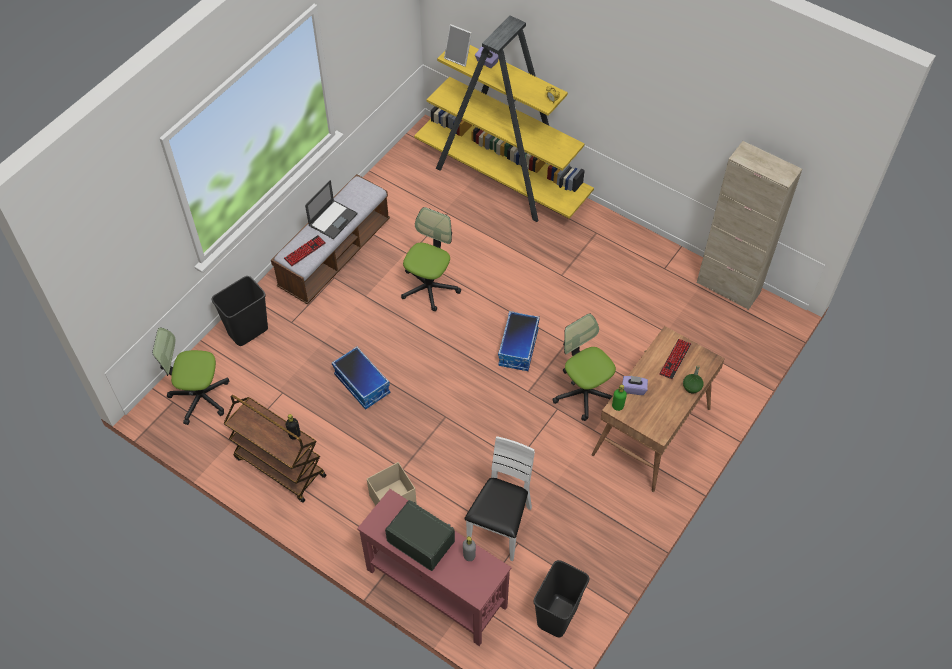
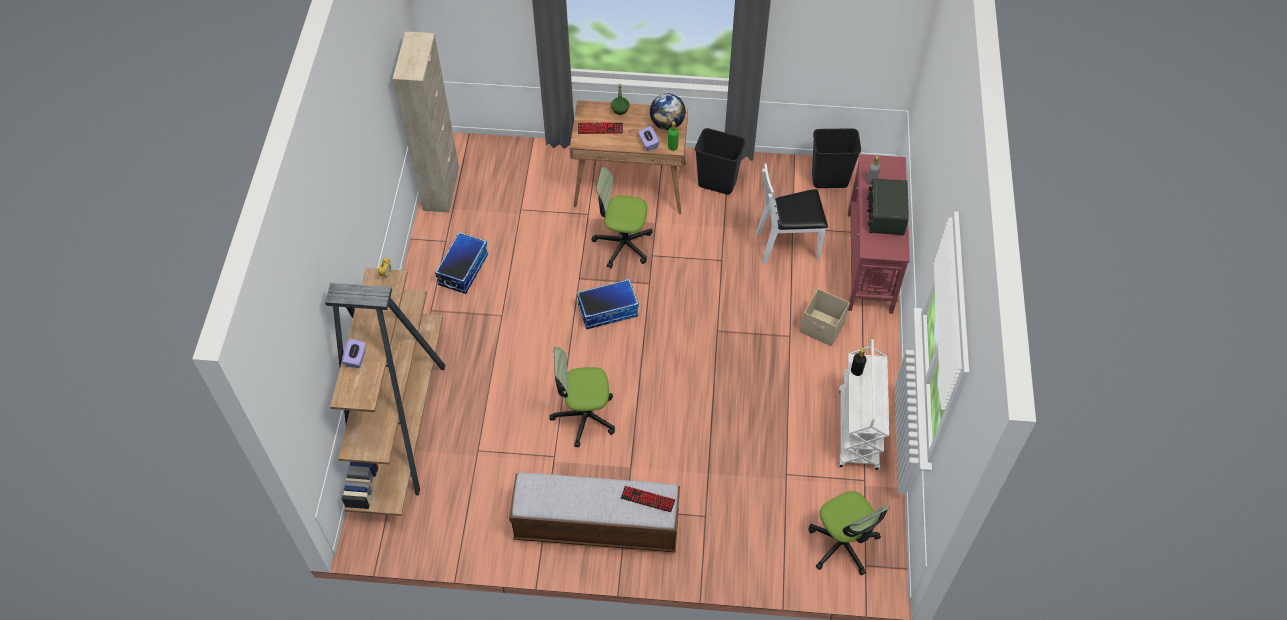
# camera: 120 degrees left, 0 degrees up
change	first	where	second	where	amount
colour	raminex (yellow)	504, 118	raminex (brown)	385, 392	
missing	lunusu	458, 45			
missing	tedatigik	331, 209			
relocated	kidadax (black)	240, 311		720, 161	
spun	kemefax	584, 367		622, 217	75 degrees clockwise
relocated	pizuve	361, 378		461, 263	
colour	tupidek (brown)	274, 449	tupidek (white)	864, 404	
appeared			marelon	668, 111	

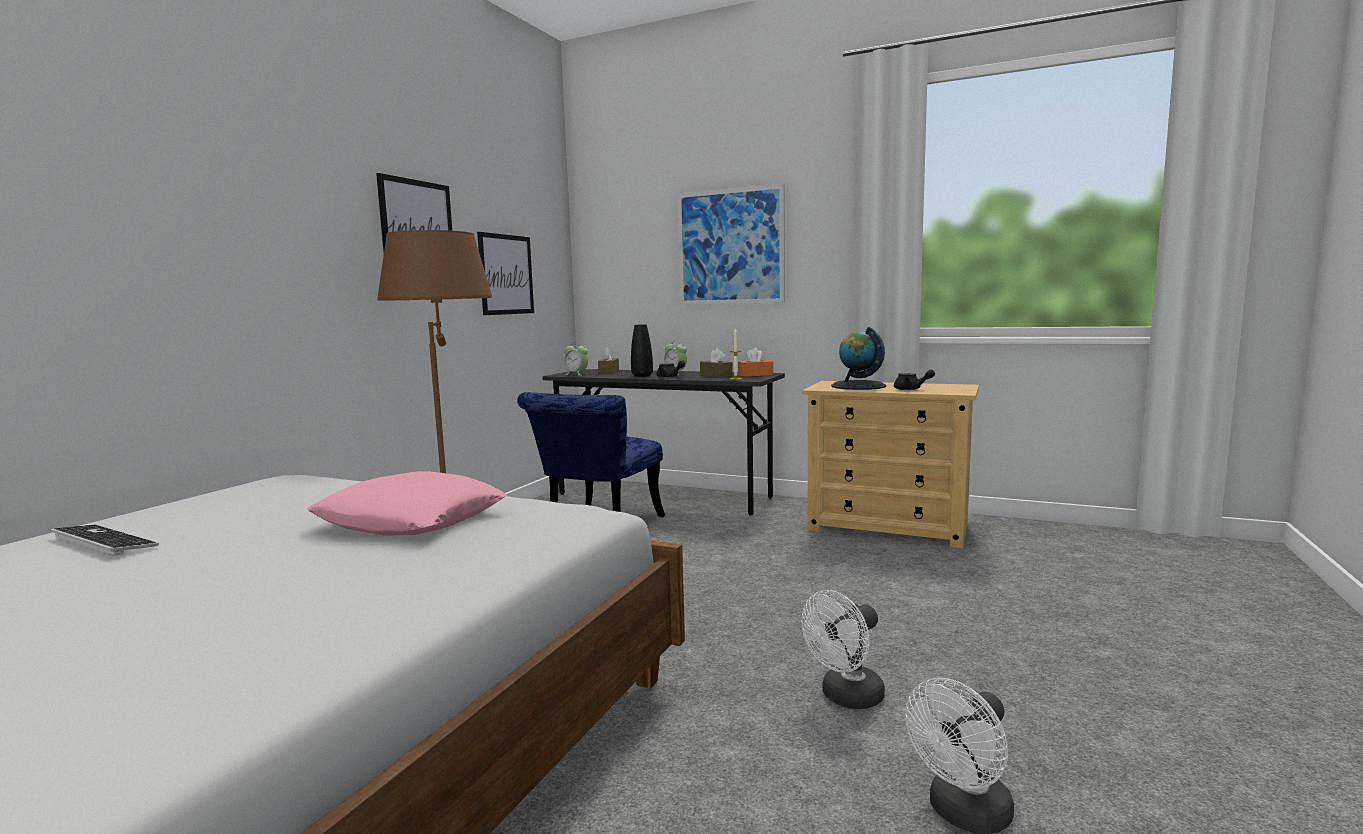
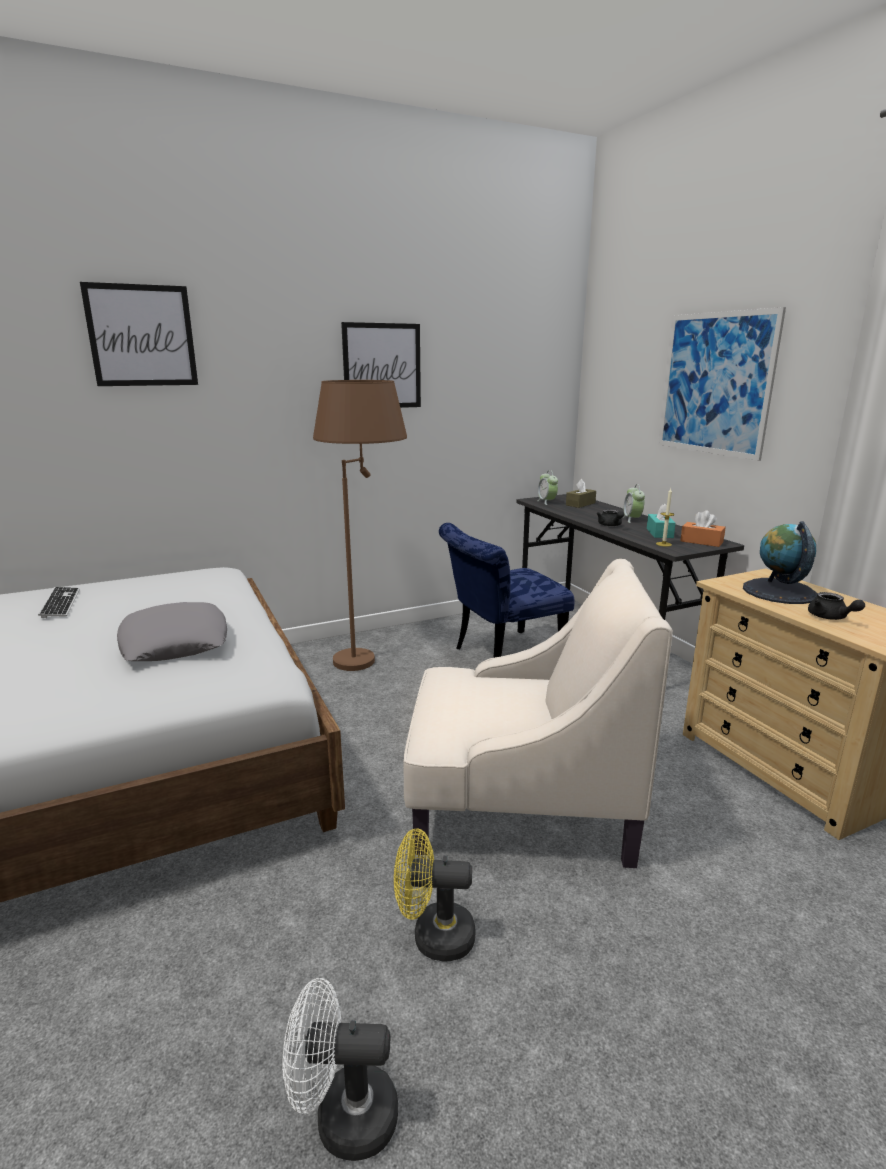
# camera: 40 degrees right, 10 degrees up
change	first	where	second	where	amount
relocated	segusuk	505, 273		139, 334	
missing	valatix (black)	642, 350			
colour	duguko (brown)	716, 363	duguko (turquoise)	661, 521	
colour	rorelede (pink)	407, 503	rorelede (grey)	172, 631	
colour	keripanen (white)	843, 649	keripanen (yellow)	434, 894	
appeared			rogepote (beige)	538, 713	

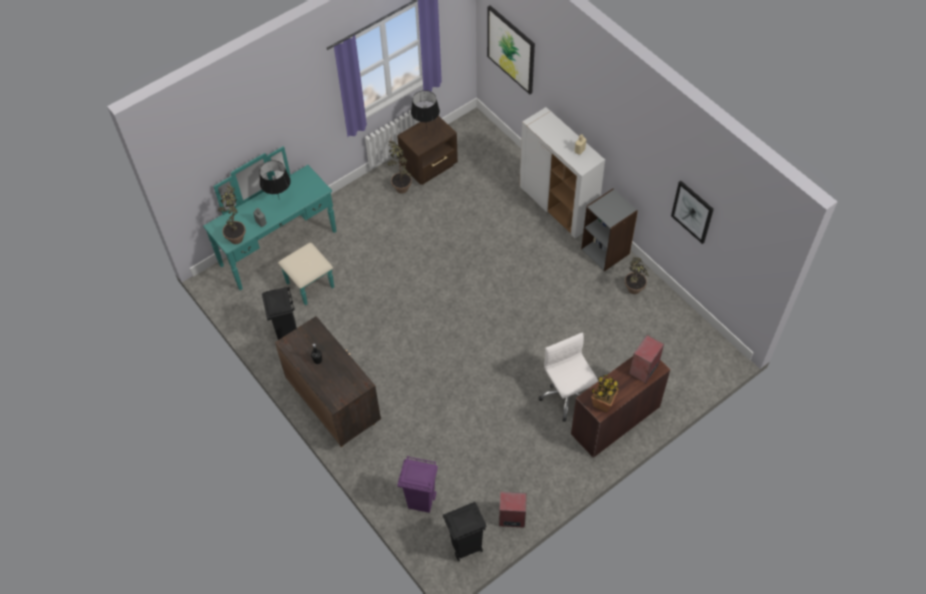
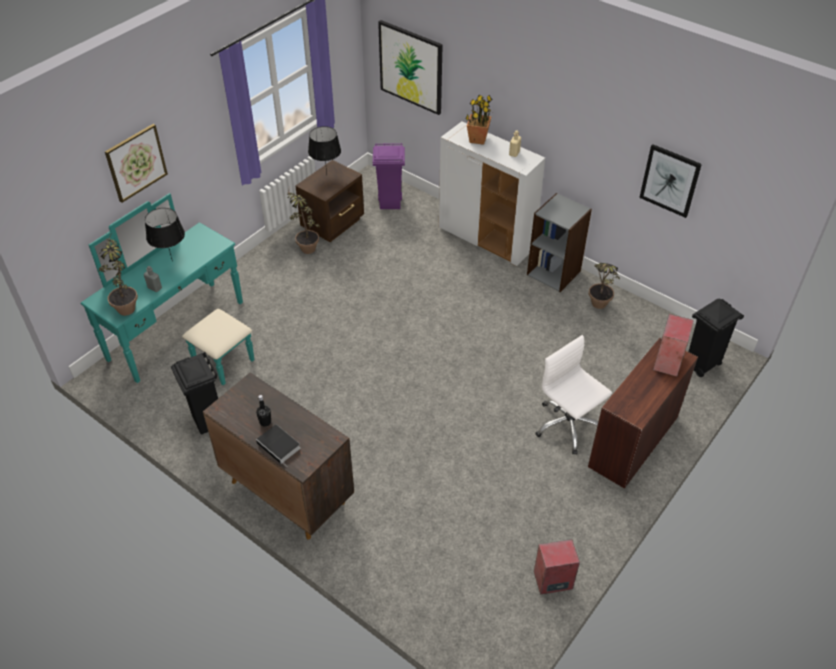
# camera: 15 degrees left, 10 degrees down
change	first	where	second	where	amount
relocated	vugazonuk	605, 393		479, 120	
relocated	kidadax (purple)	417, 484		389, 176	
relocated	kidadax (black)	465, 531		716, 338	
appeared			segusuk	136, 163	
appeared			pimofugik	278, 445	

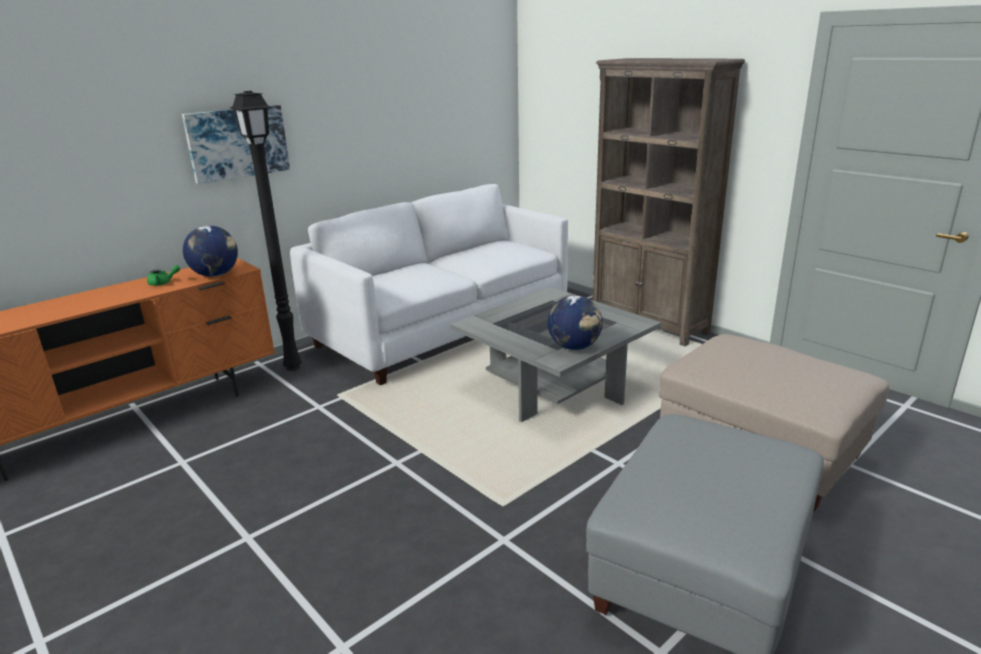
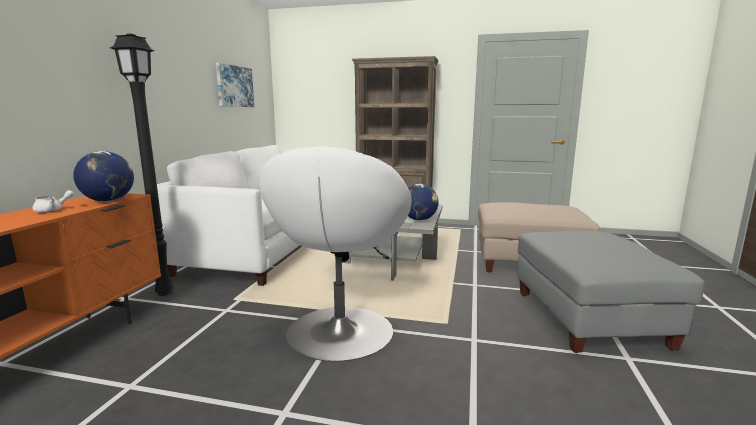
# camera: 35 degrees left, 10 degrees down
change	first	where	second	where	amount
relocated	segusuk	236, 144		235, 85	
colour	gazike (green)	163, 275	gazike (white)	53, 201	
appeared			rogepote (white)	335, 254	

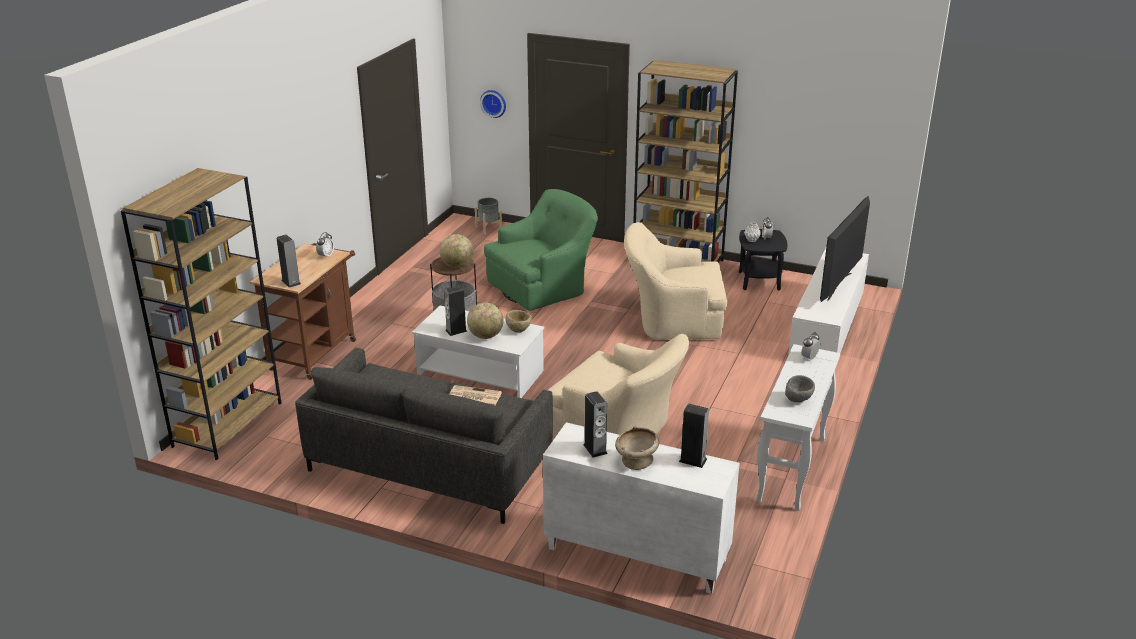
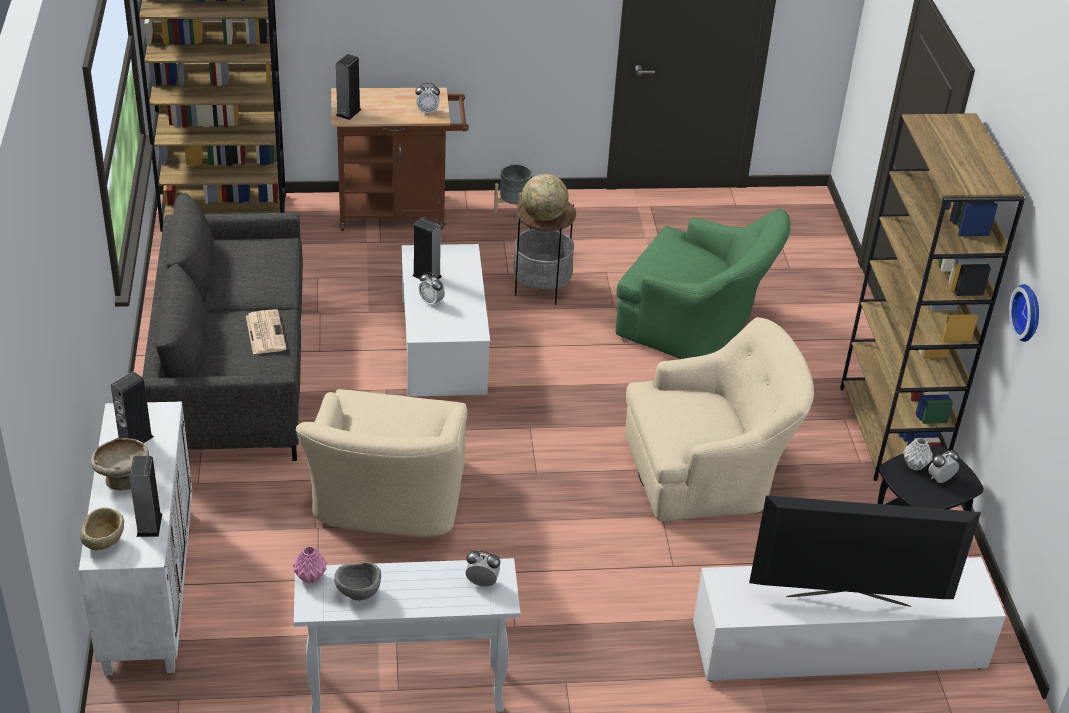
# camera: 60 degrees right, 10 degrees up
change	first	where	second	where	amount
relocated	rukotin	493, 104		1024, 313	
relocated	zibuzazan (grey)	488, 216		513, 193	
spun	rogepote (beige)	675, 280		719, 419	105 degrees clockwise
exchanged	marelon	485, 320	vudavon	432, 289	
relocated	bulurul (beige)	518, 321		102, 528	
appeared			valatix (pink)	310, 565	

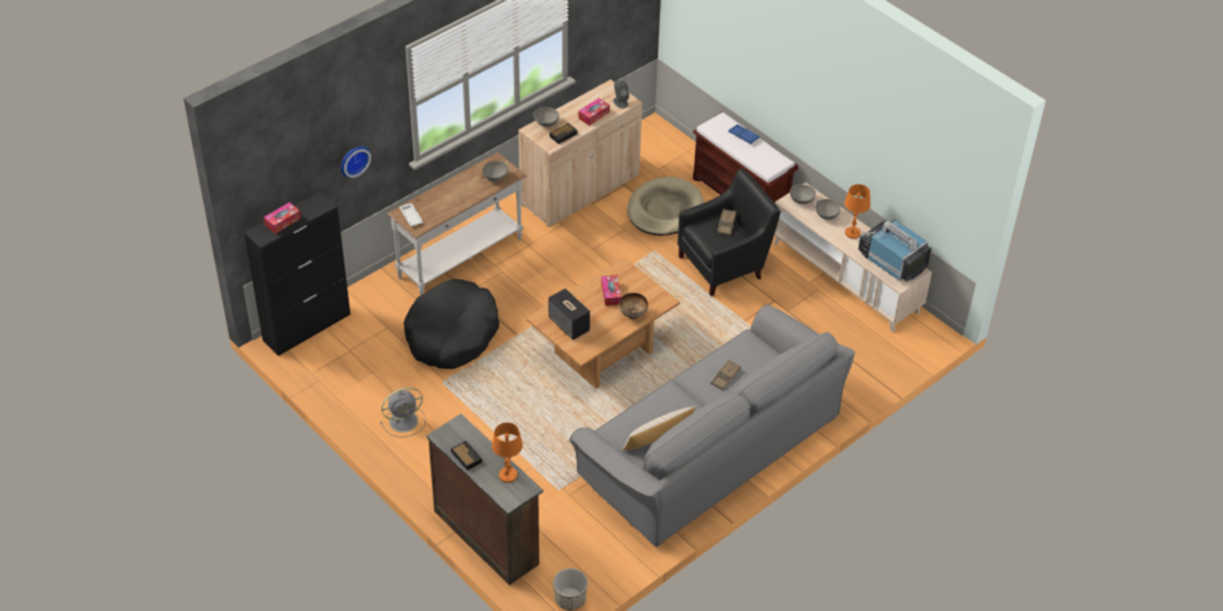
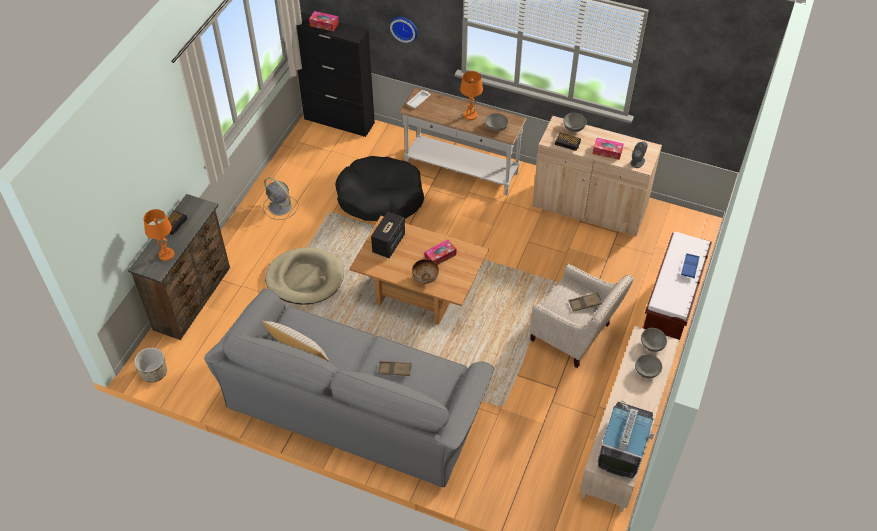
# camera: 65 degrees right, 5 degrees up
change	first	where	second	where	amount
colour	rogepote (black)	729, 232	rogepote (beige)	581, 316	
relocated	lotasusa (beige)	665, 206		304, 275	
relocated	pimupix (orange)	857, 211		471, 95	

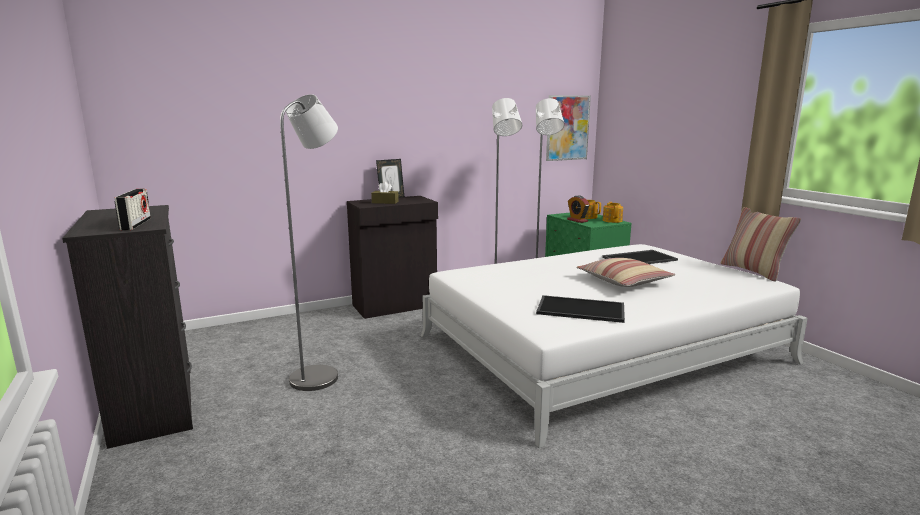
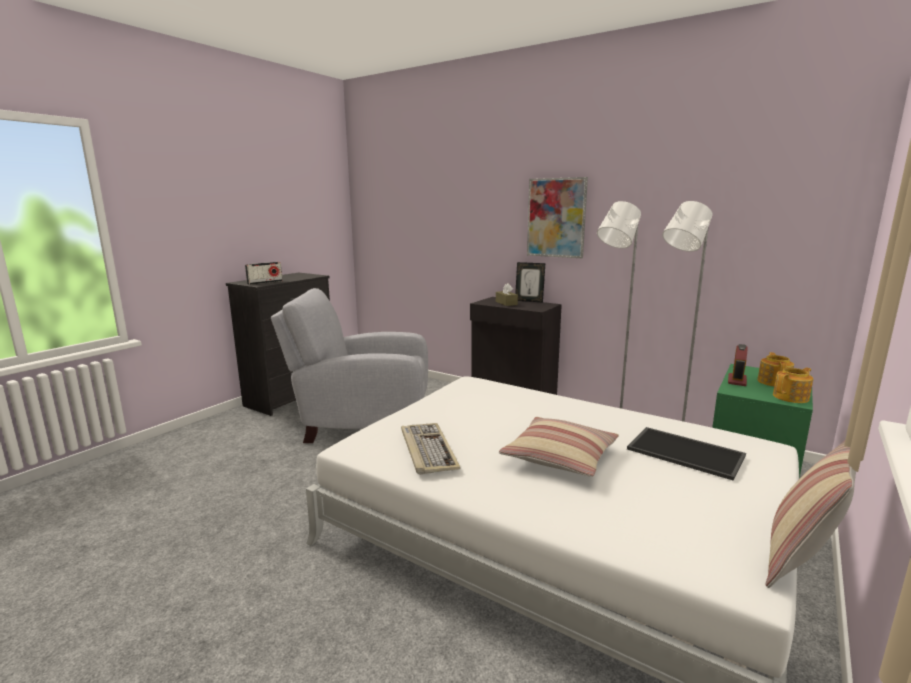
# camera: 60 degrees right, 0 degrees up
change	first	where	second	where	amount
exchanged	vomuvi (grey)	309, 242	rogepote (grey)	349, 365	
relocated	segusuk	568, 128		557, 217	
exchanged	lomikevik	580, 309	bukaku	430, 449	

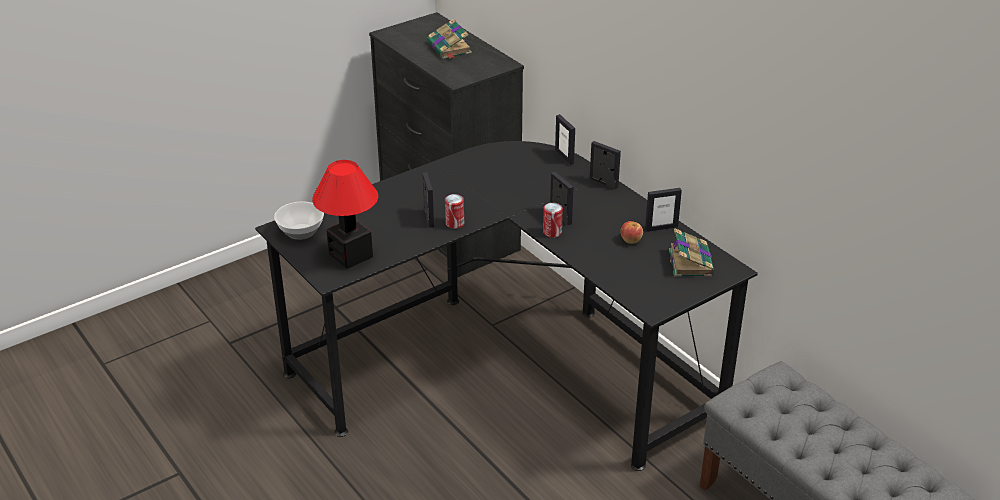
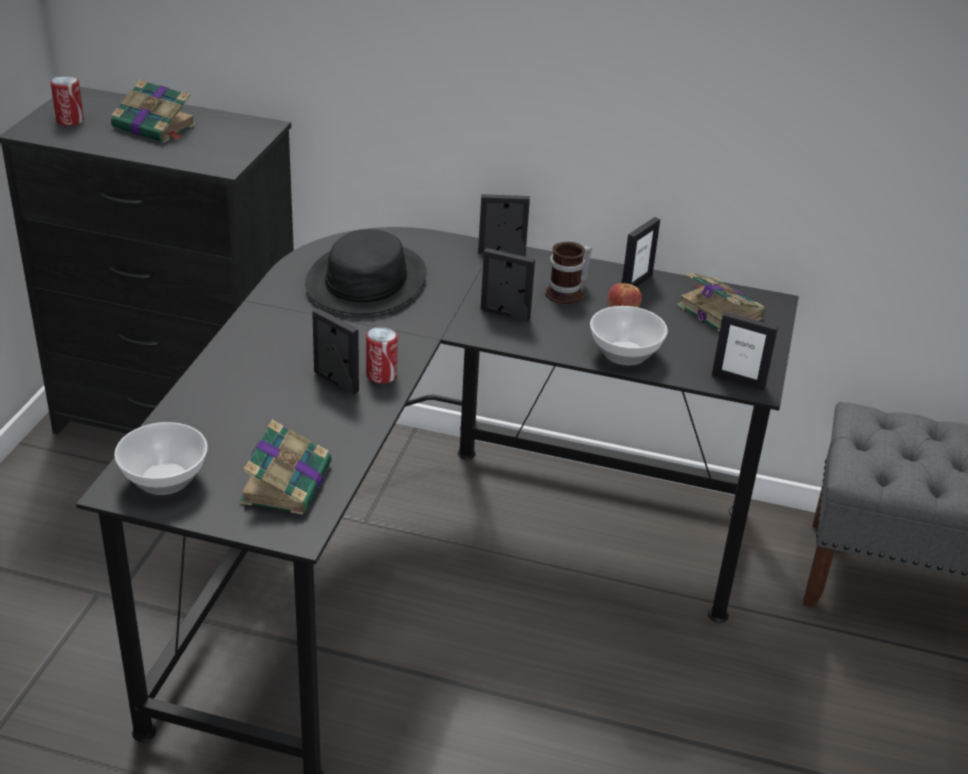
# camera: 40 degrees left, 0 degrees up
change	first	where	second	where	amount
relocated	lunusu	565, 139		745, 351	
exchanged	pimupix	345, 214	pimofugik	285, 467	
relocated	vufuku	553, 220		67, 100	
appeared			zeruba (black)	366, 272	
appeared			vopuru	568, 273	
appeared			bulurul	629, 335	

